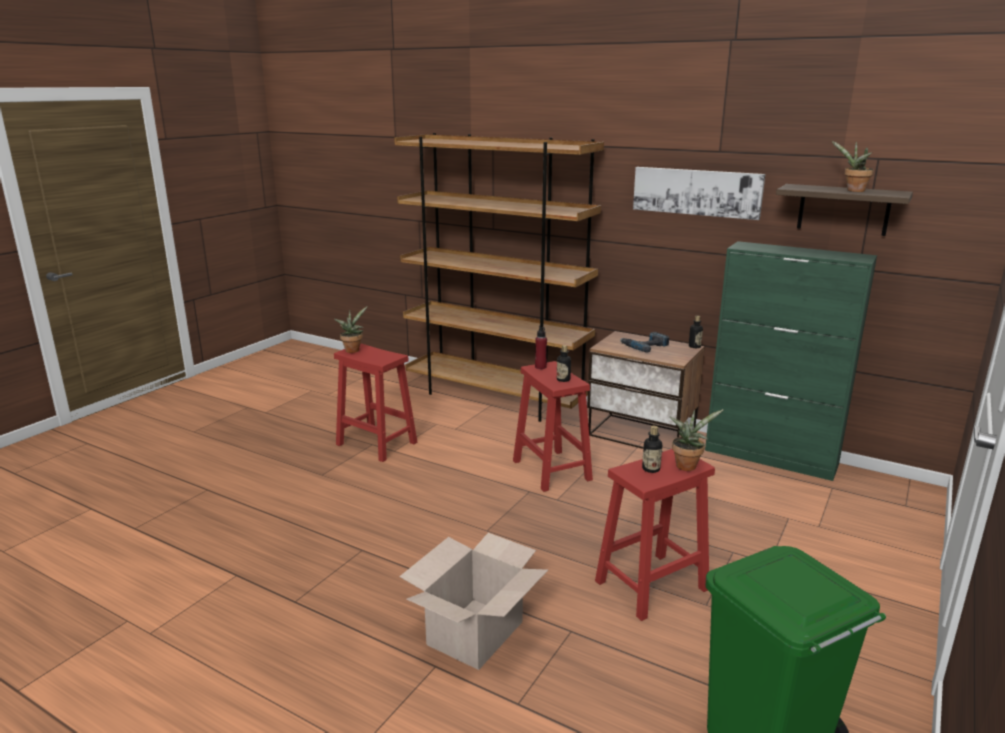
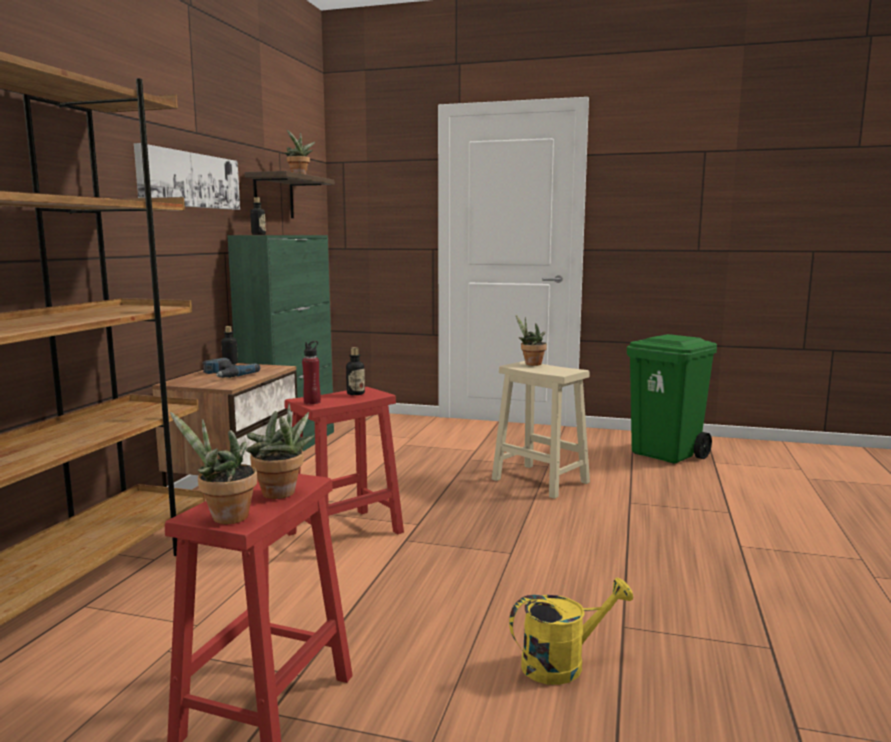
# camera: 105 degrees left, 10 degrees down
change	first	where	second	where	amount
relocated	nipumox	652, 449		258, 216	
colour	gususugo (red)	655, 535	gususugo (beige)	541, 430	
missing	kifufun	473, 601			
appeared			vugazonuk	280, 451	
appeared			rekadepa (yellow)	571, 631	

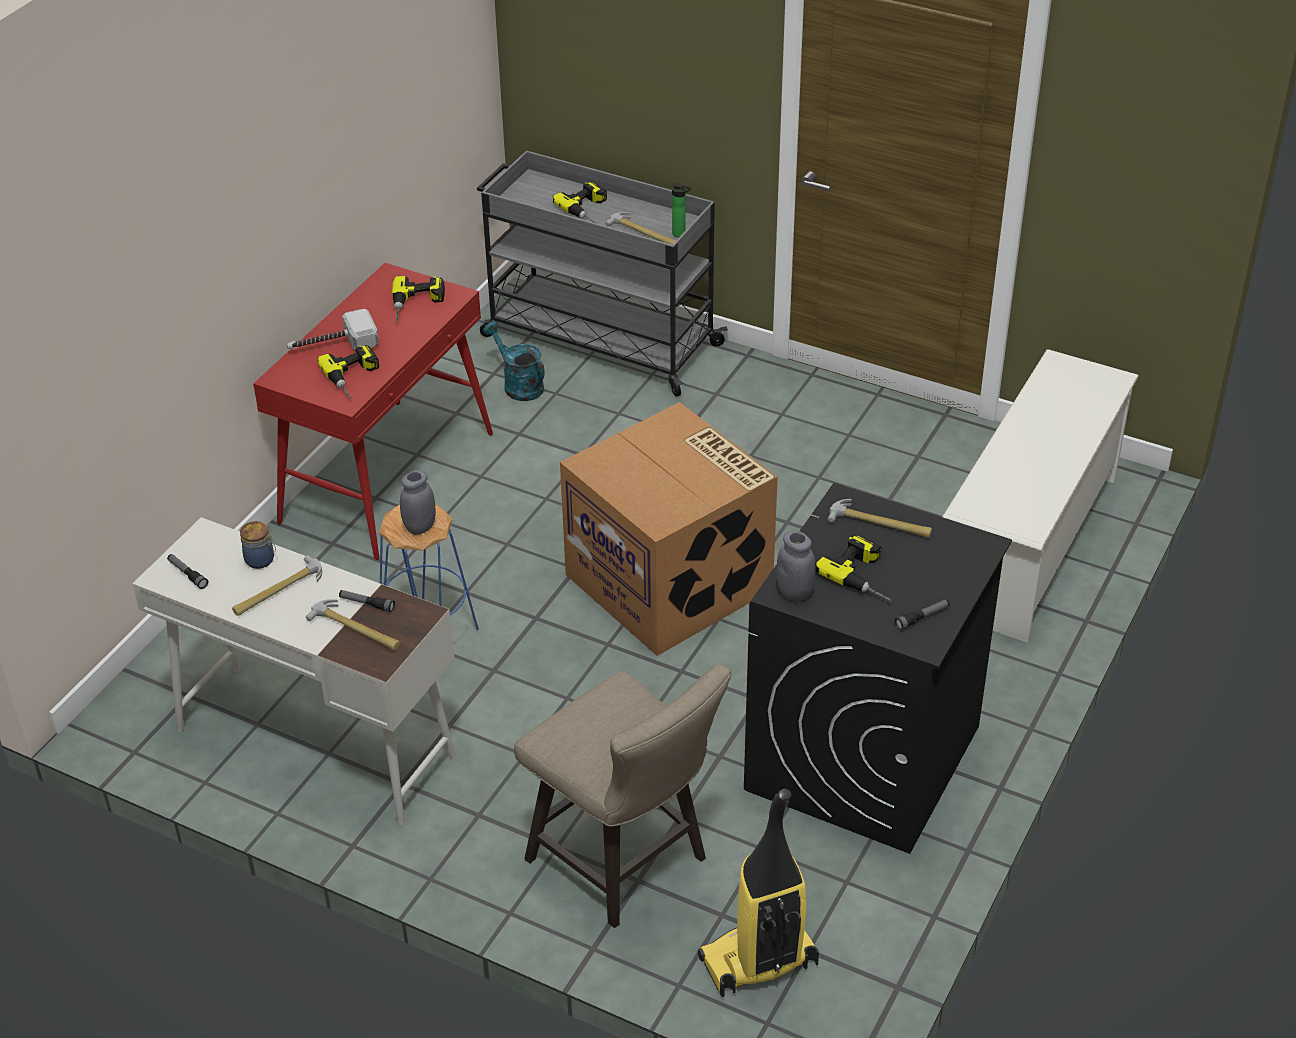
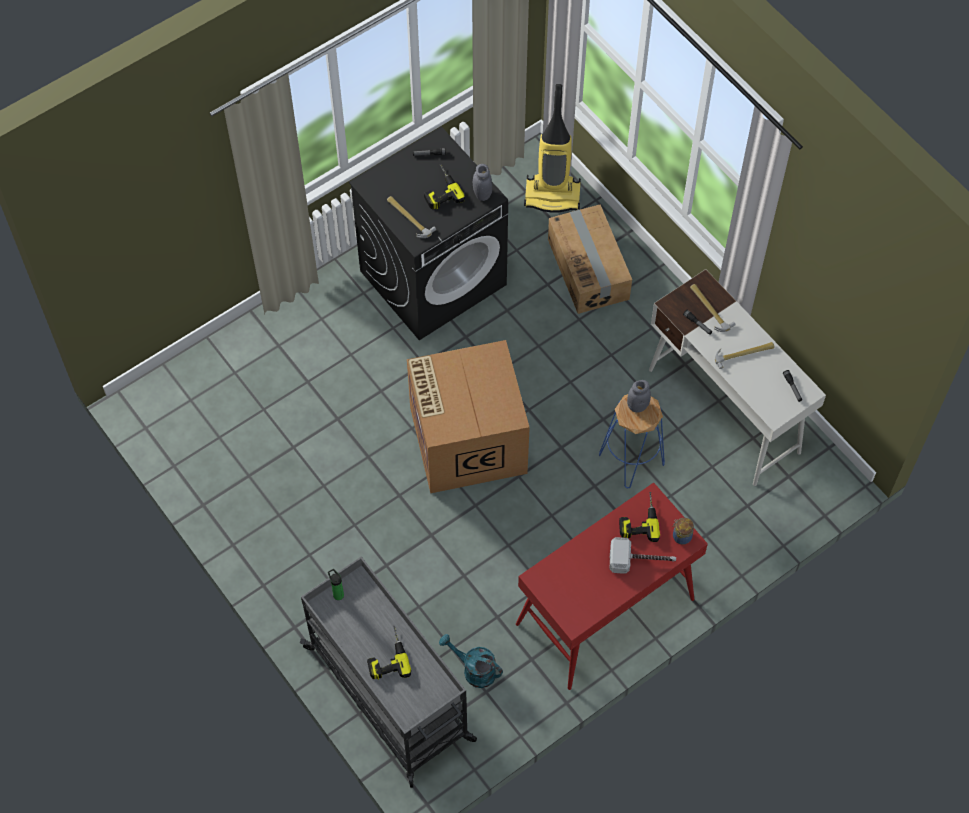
# camera: 155 degrees left, 20 degrees up
change	first	where	second	where	amount
missing	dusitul	640, 228			
missing	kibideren	418, 298			
spun	rekadepa (turquoise)	514, 361		471, 661	135 degrees clockwise
missing	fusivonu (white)	1040, 496			
relocated	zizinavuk	258, 545		683, 531	
exchanged	gususugo (beige)	623, 796	kifufun	590, 259	

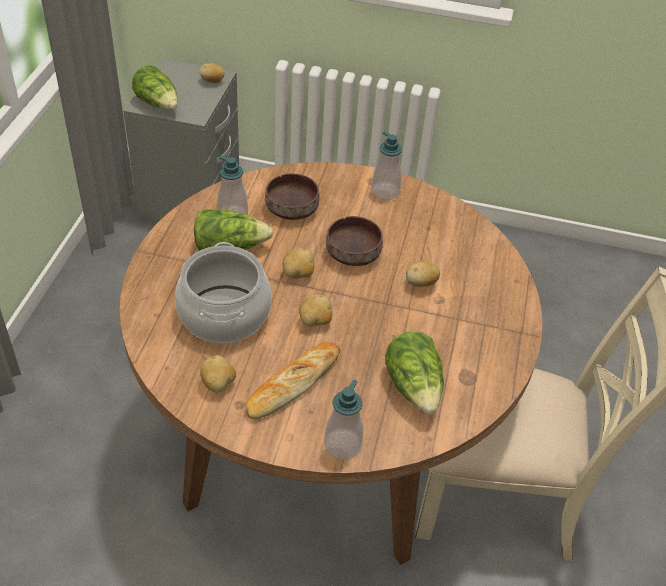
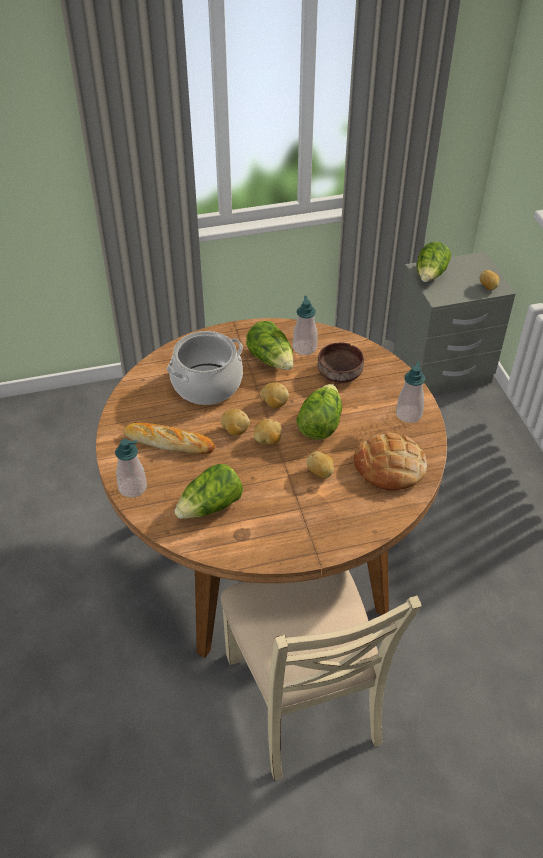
# camera: 65 degrees right, 0 degrees up
change	first	where	second	where	amount
exchanged	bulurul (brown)	354, 241	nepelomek	319, 412	
relocated	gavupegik	218, 373		268, 431	
appeared			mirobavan	390, 461	

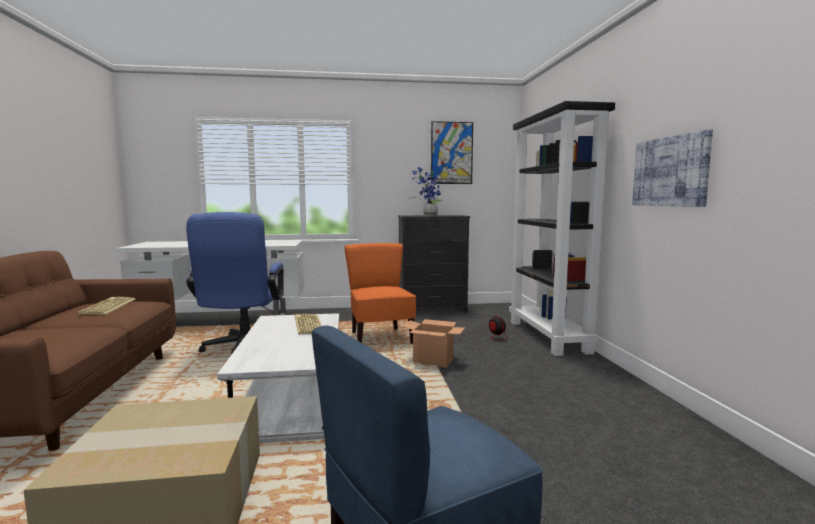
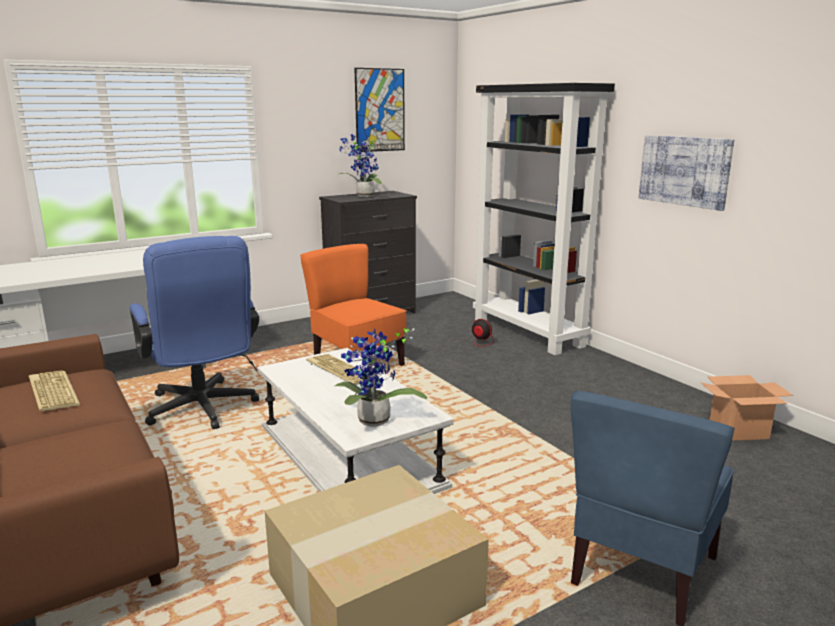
# camera: 25 degrees left, 10 degrees up
change	first	where	second	where	amount
relocated	kifufun	433, 343		747, 408	
appeared			vugazonuk	381, 377	

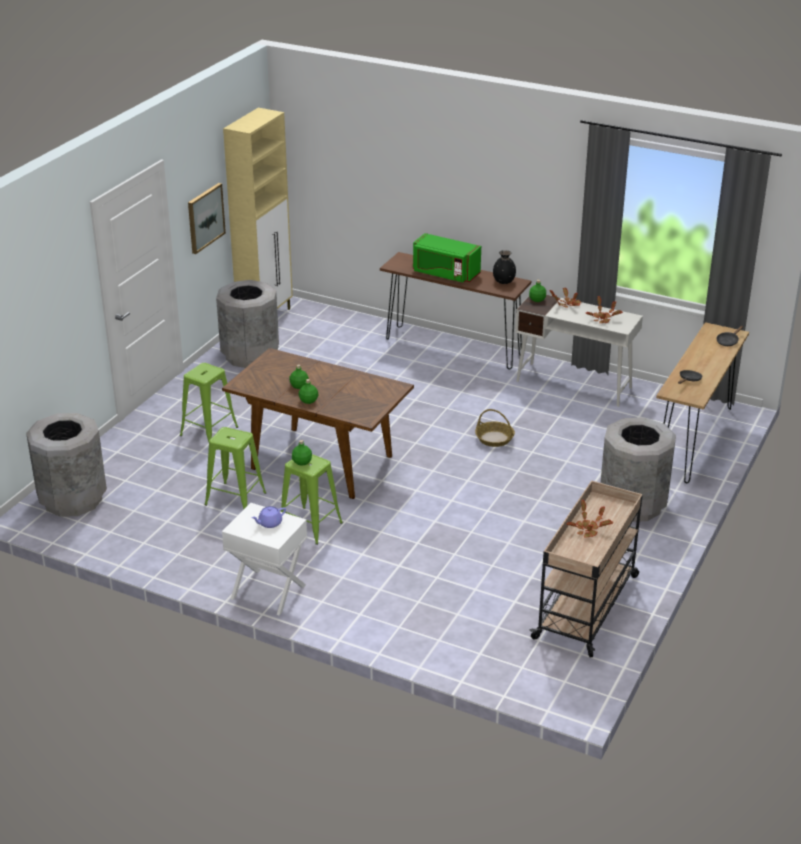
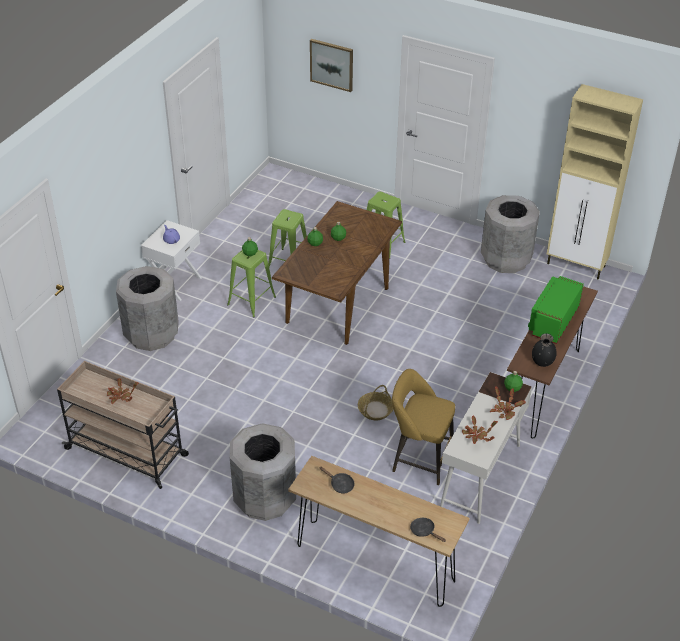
# camera: 90 degrees right, 10 degrees up
change	first	where	second	where	amount
relocated	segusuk	207, 218		331, 65	
relocated	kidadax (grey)	66, 465		147, 308	
appeared			gususugo (yellow)	423, 427	

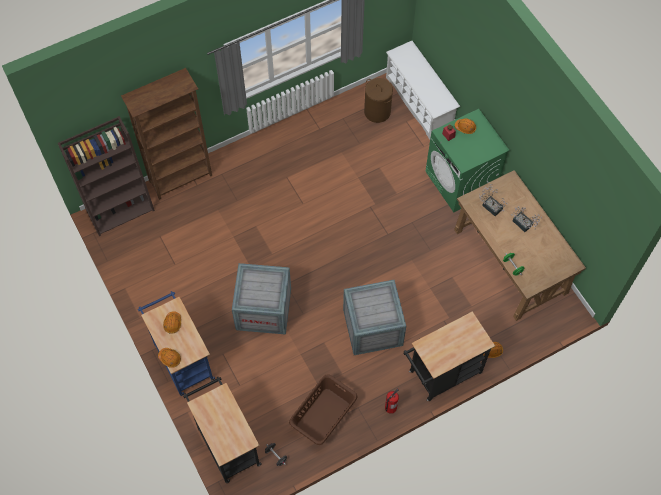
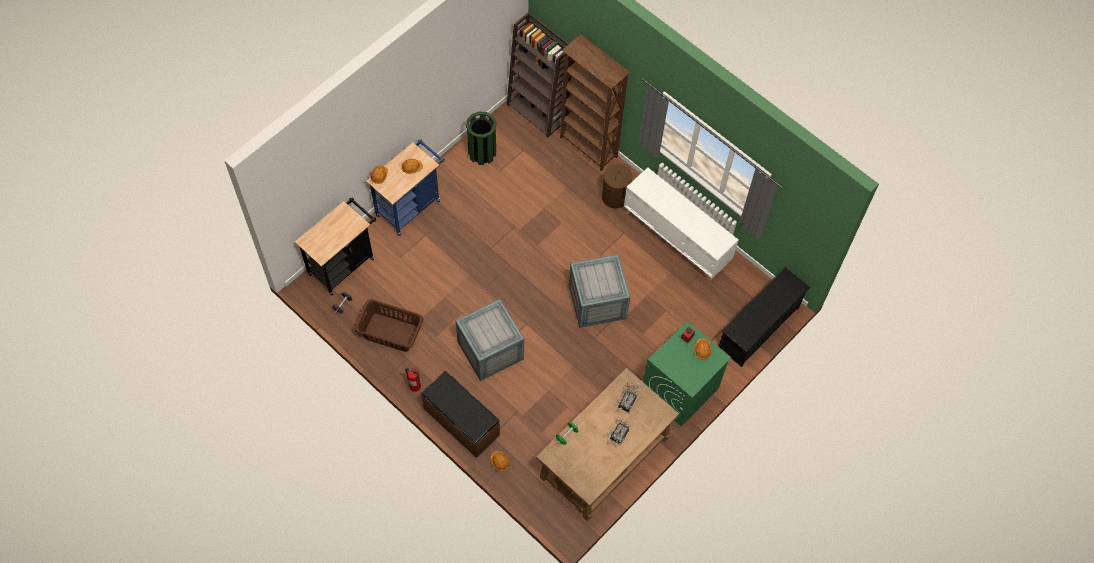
# camera: 70 degrees right, 0 degrees up
change	first	where	second	where	amount
colour	fusivonu (white)	423, 90	fusivonu (black)	764, 317	
relocated	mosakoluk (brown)	378, 100		617, 186	
relocated	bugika	261, 299		599, 291	
exchanged	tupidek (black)	449, 356	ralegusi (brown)	460, 414	
appeared			kidadax (green)	481, 138	
appeared			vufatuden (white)	681, 224	

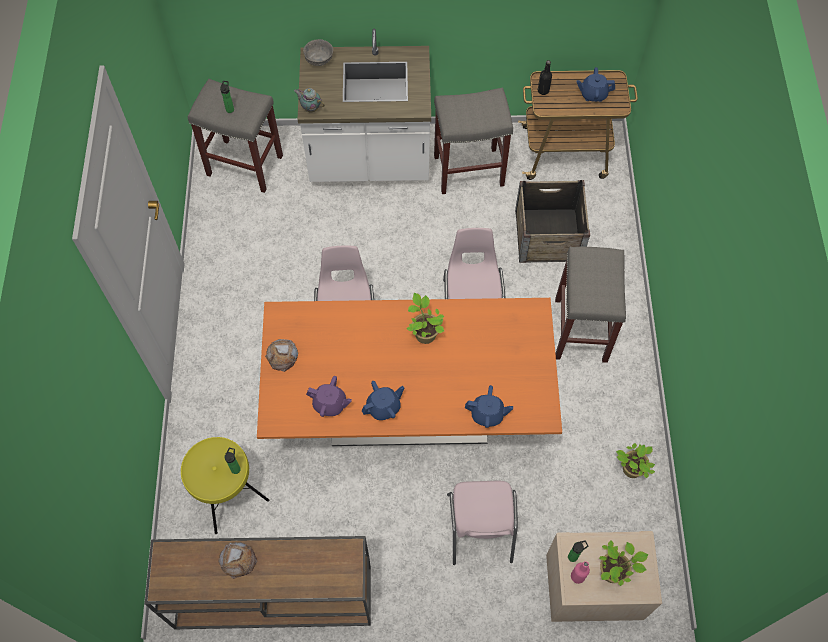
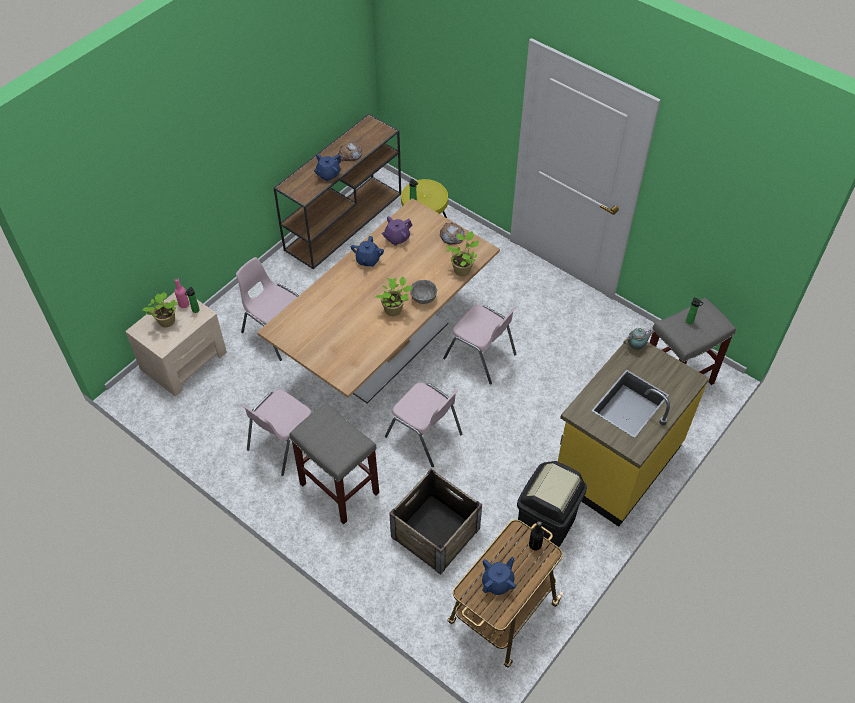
# camera: 130 degrees right, 10 degrees down
change	first	where	second	where	amount
colour	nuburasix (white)	364, 105	nuburasix (yellow)	633, 433	
relocated	bulurul (grey)	318, 52		423, 292	
exchanged	gususugo (grey)	473, 141	kidadax (black)	552, 506	
colour	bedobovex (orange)	409, 372	bedobovex (beige)	378, 301	
relocated	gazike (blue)	489, 406		327, 168	
relocated	vugazonuk	635, 460		462, 253	
appeared			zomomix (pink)	276, 433	

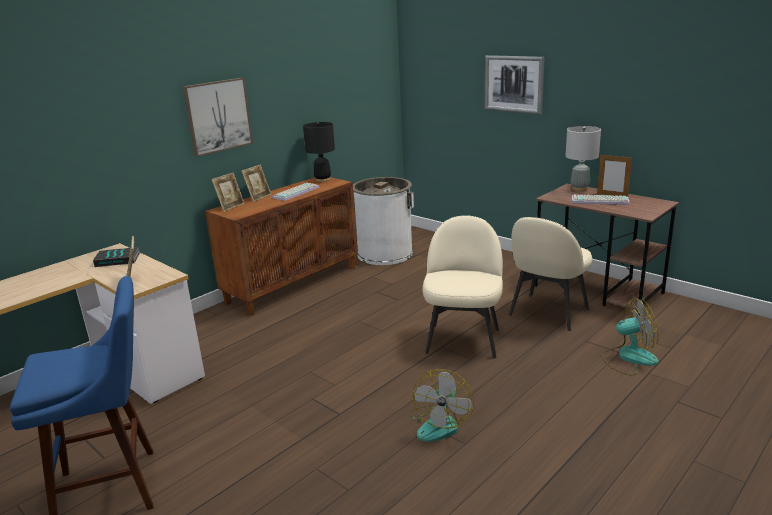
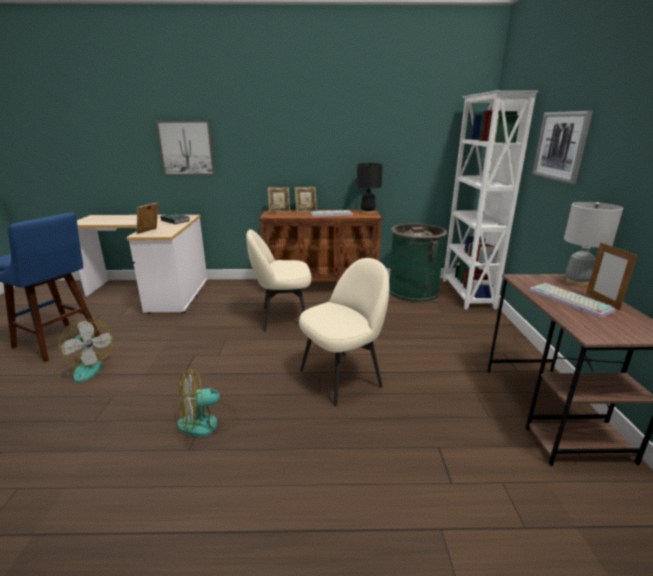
# camera: 45 degrees right, 0 degrees up
change	first	where	second	where	amount
relocated	segusuk	217, 117		185, 148	
colour	kidadax (white)	383, 221	kidadax (green)	418, 262	
relocated	zomomix (beige)	550, 274		279, 280	
relocated	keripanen	629, 336		82, 350	
appeared			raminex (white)	490, 200	

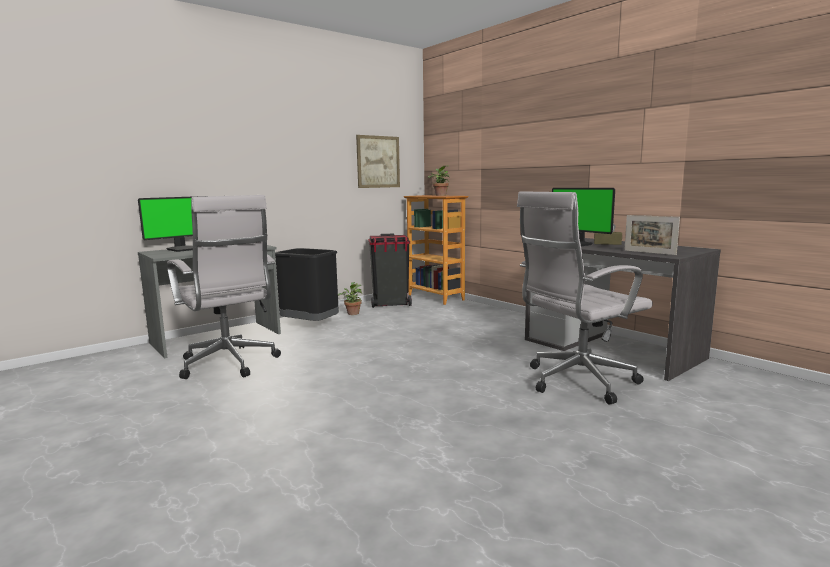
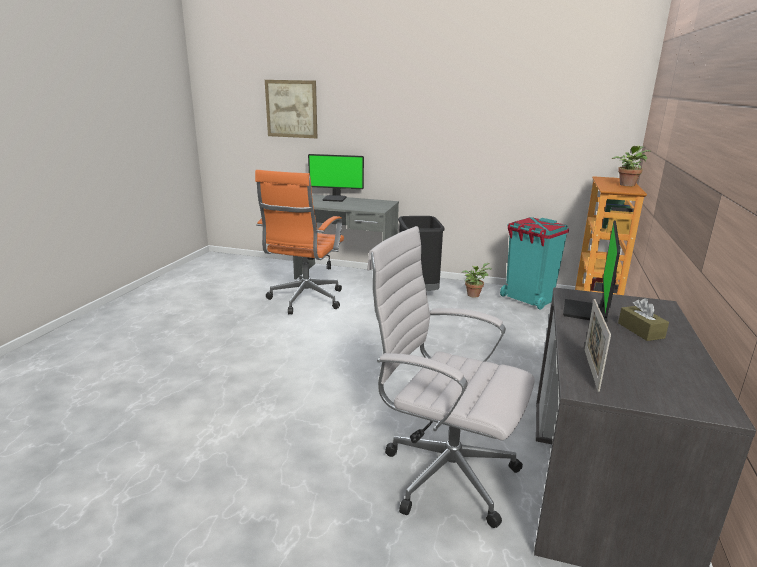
# camera: 55 degrees right, 10 degrees up
change	first	where	second	where	amount
relocated	segusuk	378, 161		291, 109	
colour	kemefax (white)	224, 287	kemefax (orange)	299, 242	
colour	kidadax (black)	390, 271	kidadax (turquoise)	534, 263	

